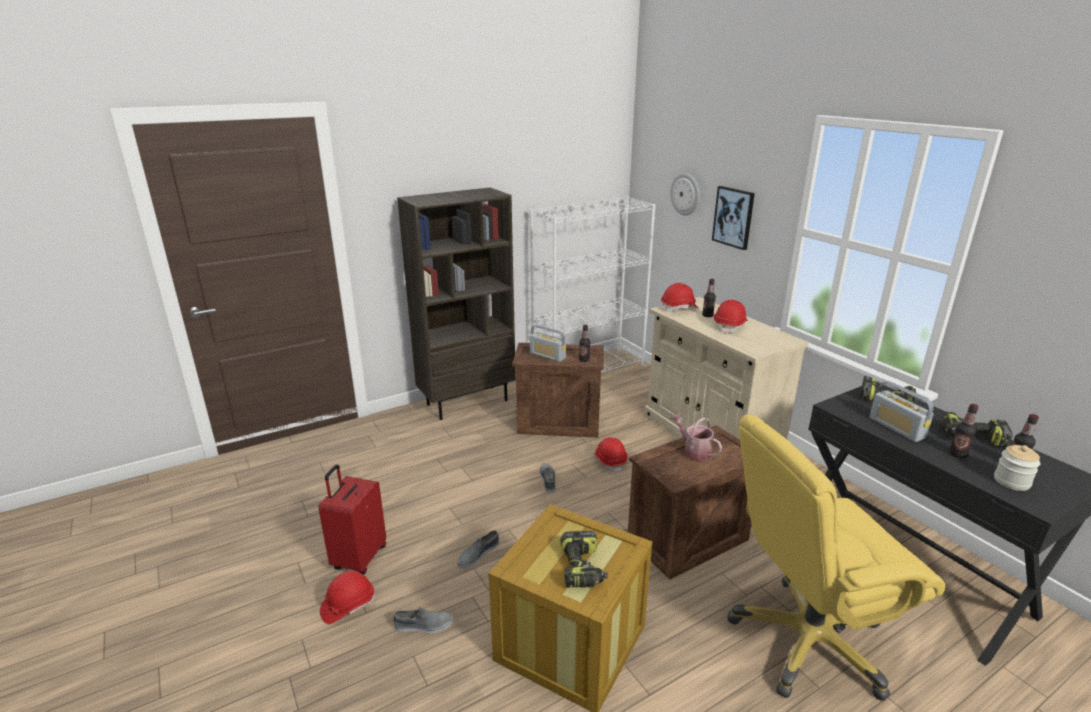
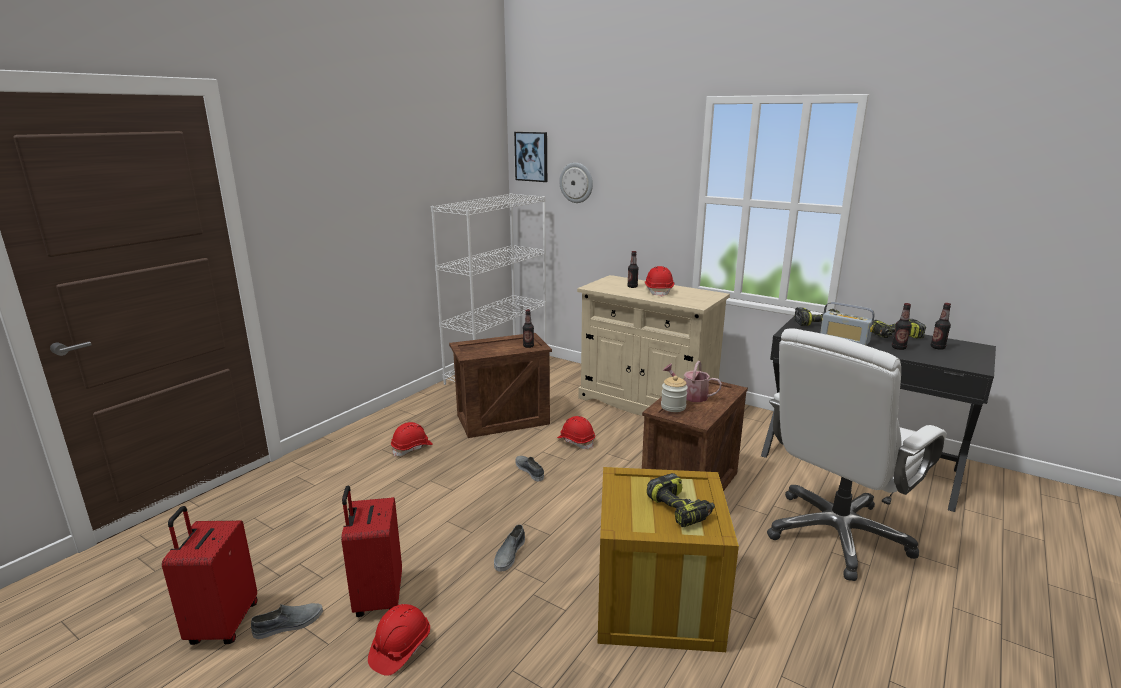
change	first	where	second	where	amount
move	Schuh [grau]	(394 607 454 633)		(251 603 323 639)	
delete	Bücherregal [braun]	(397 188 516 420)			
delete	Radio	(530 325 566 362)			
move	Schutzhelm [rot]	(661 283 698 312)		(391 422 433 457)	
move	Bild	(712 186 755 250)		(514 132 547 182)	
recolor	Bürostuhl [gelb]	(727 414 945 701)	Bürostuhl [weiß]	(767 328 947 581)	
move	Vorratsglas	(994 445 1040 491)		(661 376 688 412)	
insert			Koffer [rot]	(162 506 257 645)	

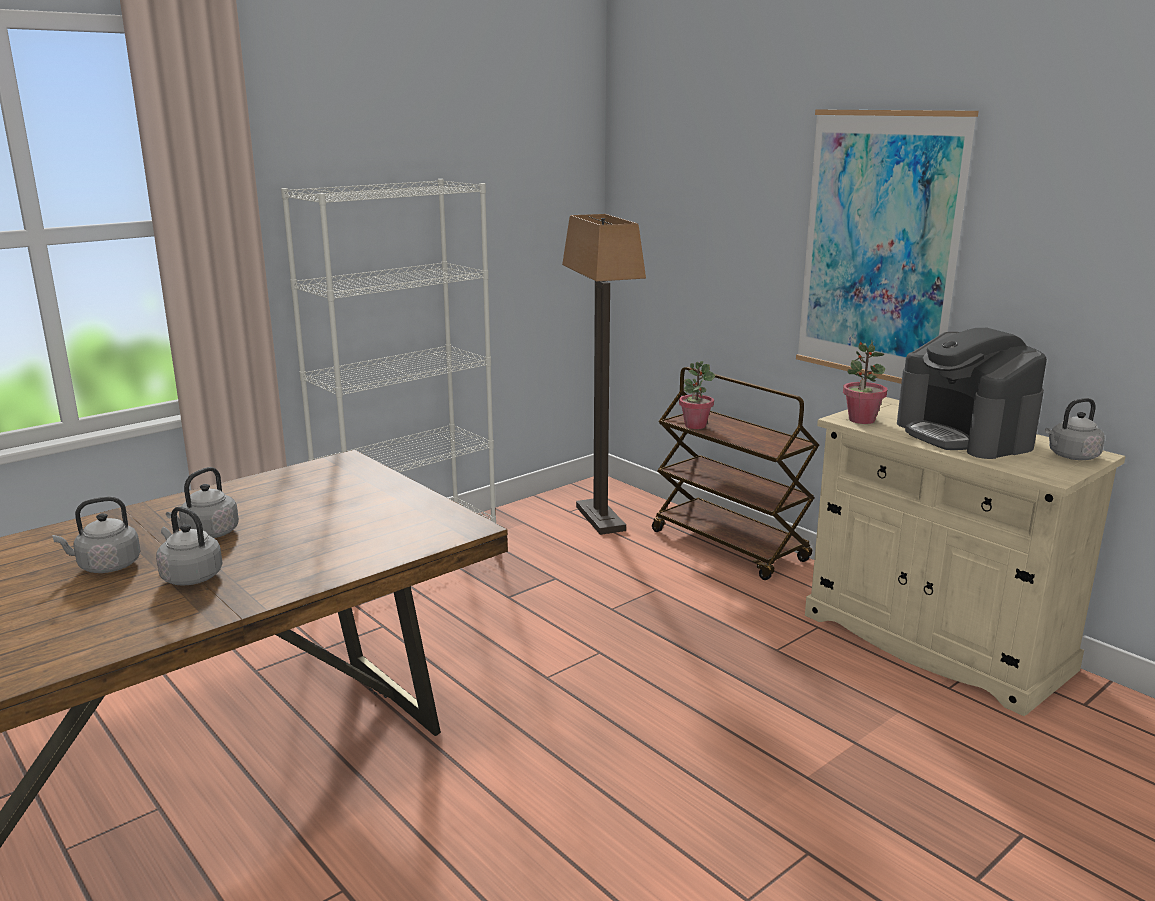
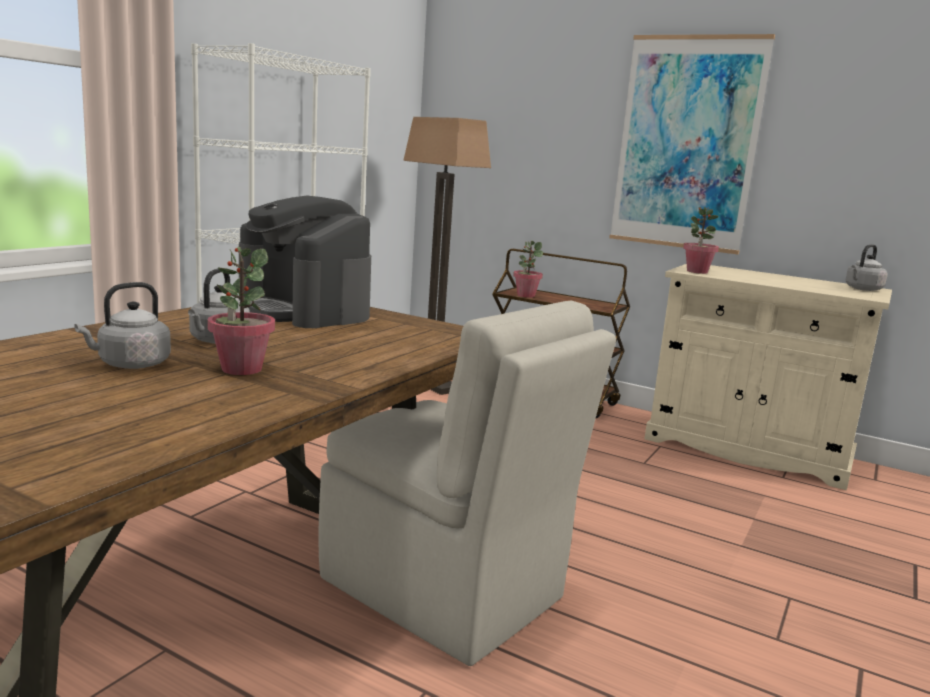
change	first	where	second	where	amount
replace	Wasserkessel [grau]	(156 506 223 586)	Topfpflanze	(207 247 275 375)	
move	Kaffeemaschine	(897 328 1047 459)		(239 196 371 328)	
insert			Stuhl [beige]	(318 300 616 666)	

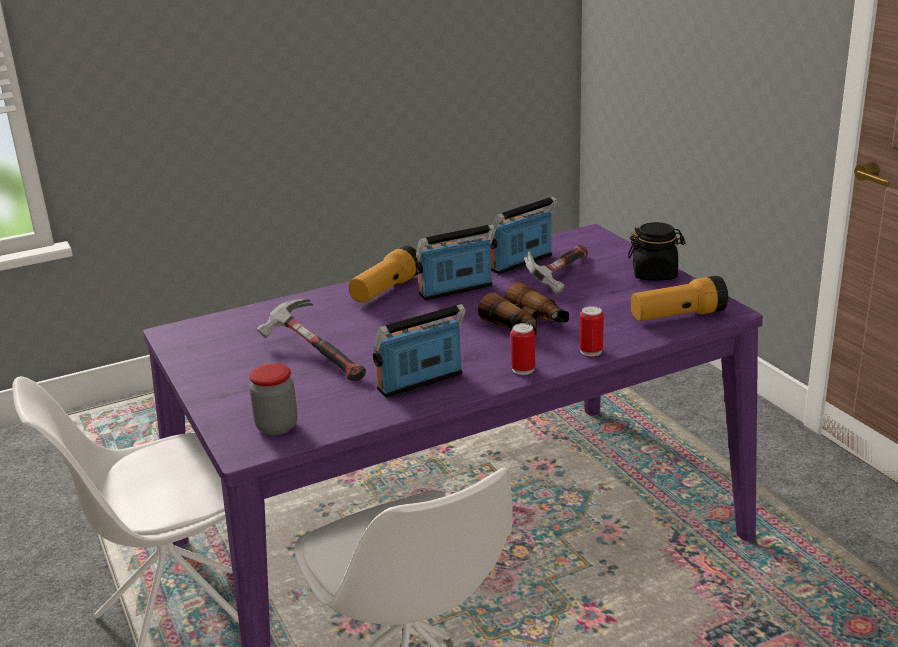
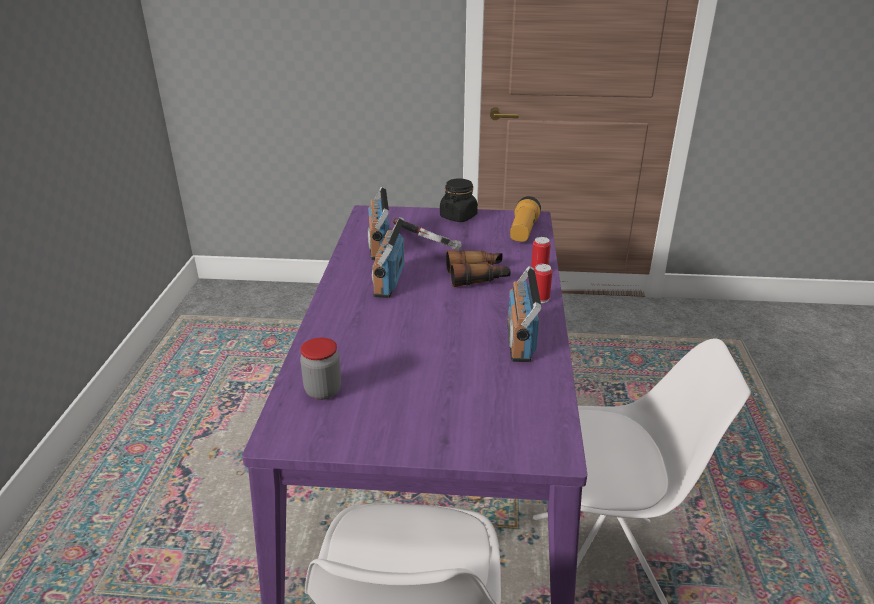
change	first	where	second	where	amount
move	Vorratsglas	(249 363 298 435)		(300 338 341 400)	
delete	Hammer	(257 299 366 381)			
delete	Taschenlampe	(349 245 418 302)			

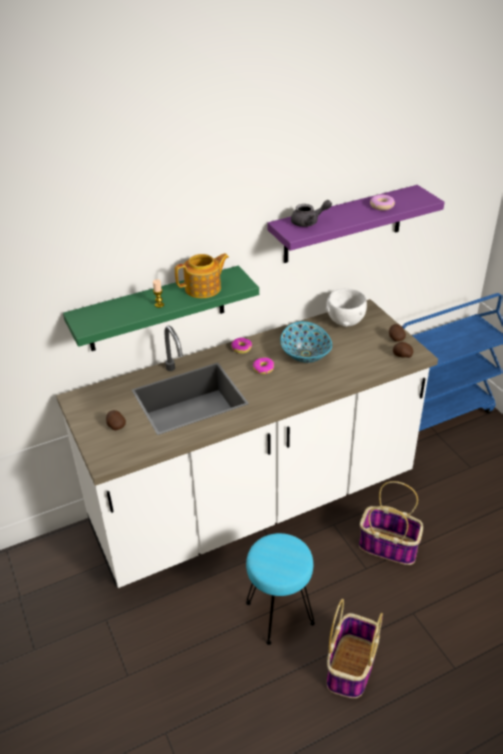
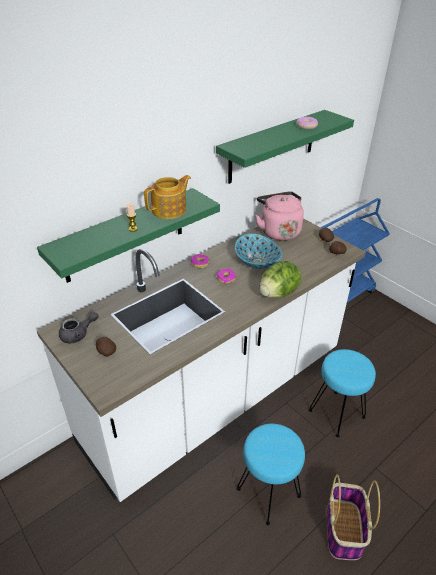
change	first	where	second	where	amount
recolor	Wandregal [lila]	(267 185 445 263)	Wandregal [grün]	(216 110 354 184)	
move	Teekanne [grau]	(291 200 332 227)		(59 312 98 343)	
replace	Schüssel [weiß]	(326 289 367 327)	Wasserkessel [rosa]	(255 191 304 241)	
replace	Korb	(359 481 423 565)	Hocker [türkis]	(309 349 376 437)	
insert			Salatkopf	(259 261 302 298)	

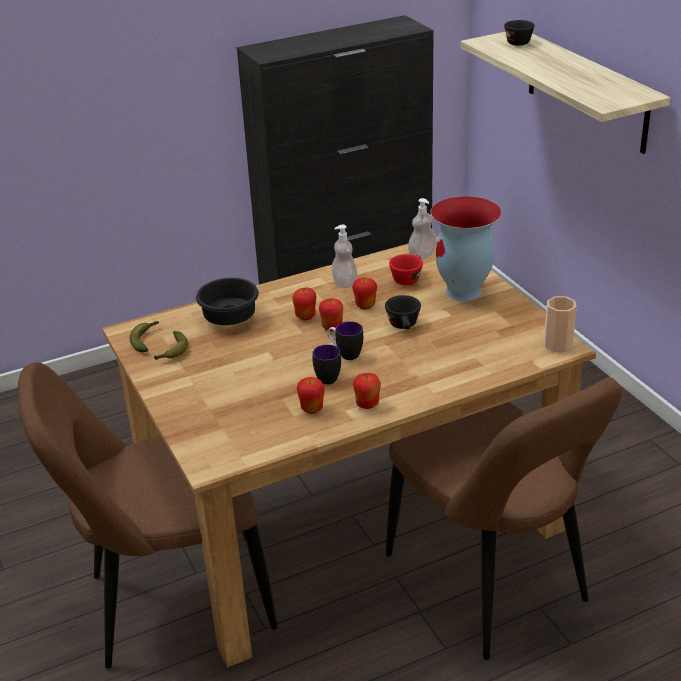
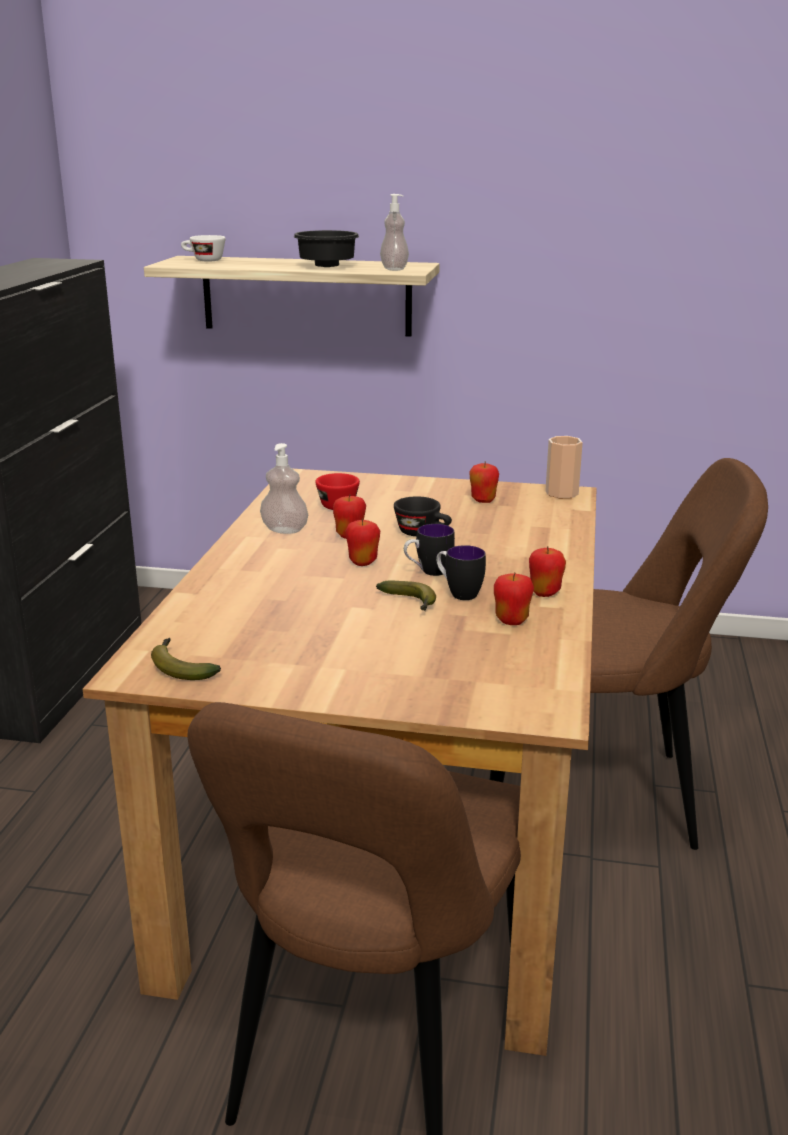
change	first	where	second	where	amount
move	Banane	(154 331 188 360)		(376 580 436 611)	
move	Schüssel [schwarz]	(196 278 259 325)		(294 230 359 267)	
move	Apfel	(292 288 316 320)		(469 462 499 503)	
move	Seifenspender	(408 198 437 260)		(380 194 409 271)	
delete	Vase	(431 196 502 301)			
recolor	Tasse [schwarz]	(504 20 534 46)	Tasse [weiß]	(181 235 226 262)	

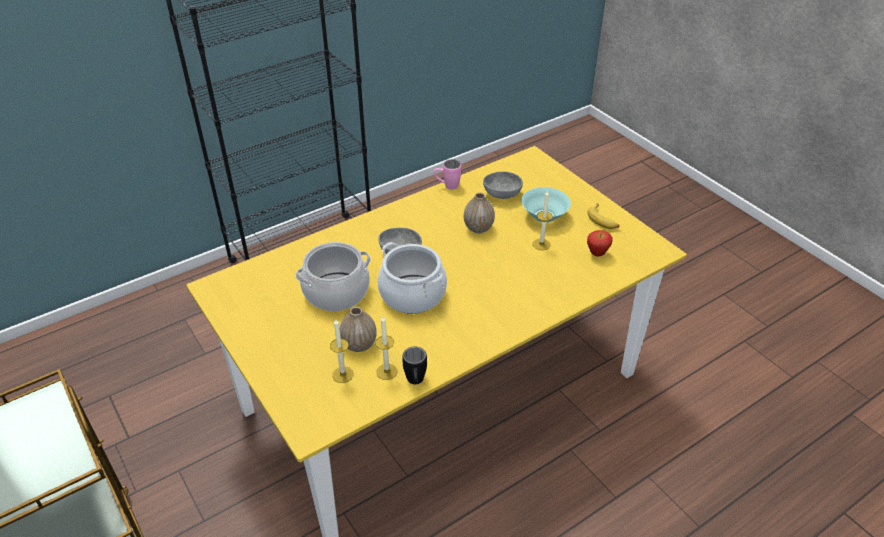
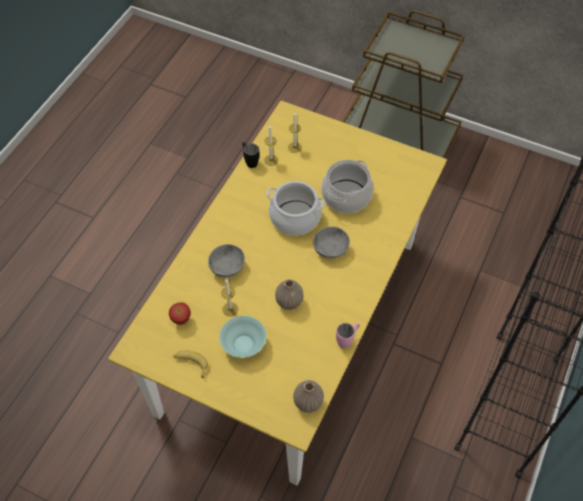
change	first	where	second	where	amount
move	Vase	(340 307 377 352)		(293 380 324 413)	
move	Schüssel [grau]	(483 171 523 199)		(208 244 245 277)	

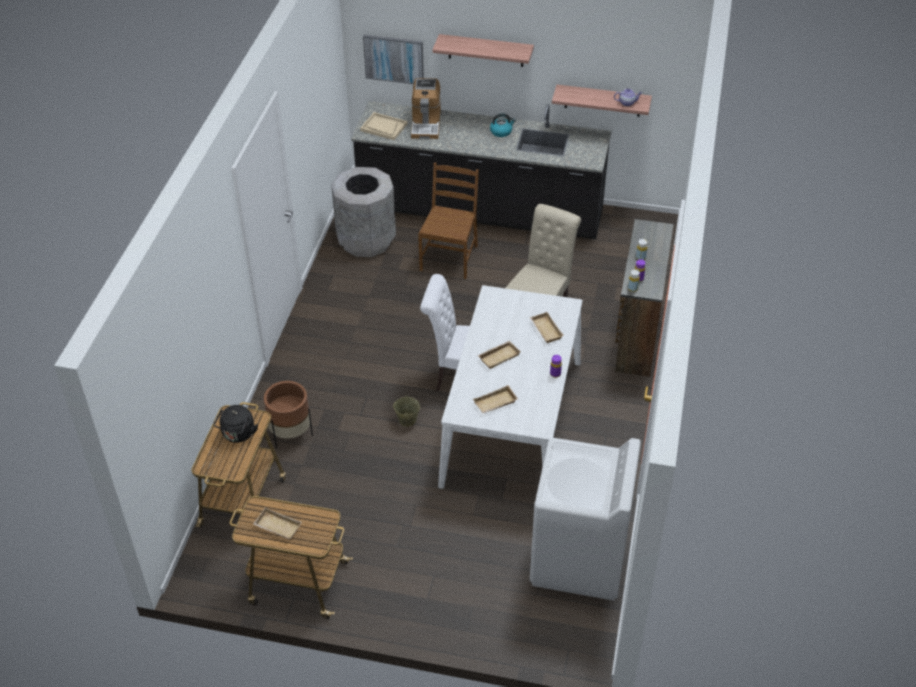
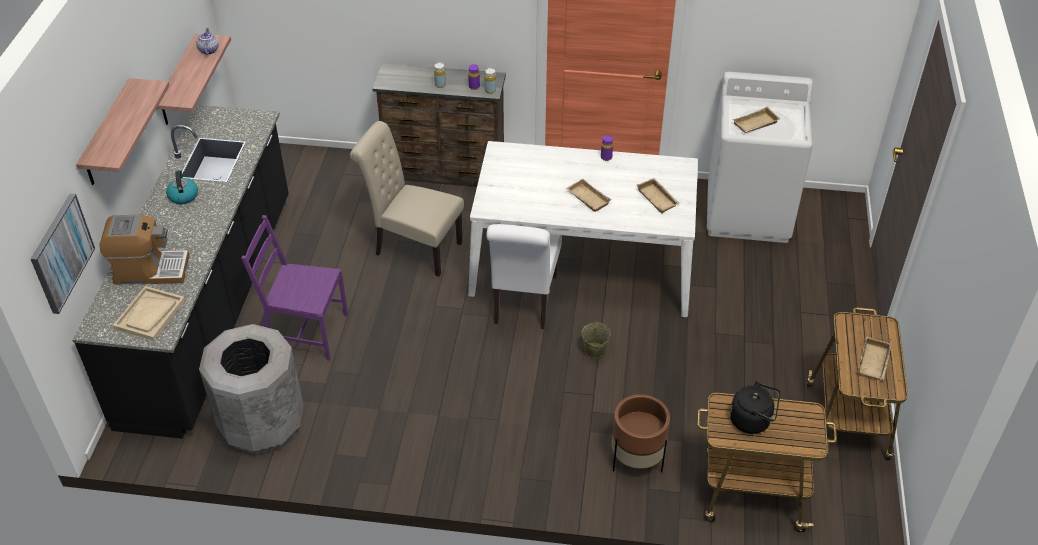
change	first	where	second	where	amount
recolor	Stuhl [braun]	(418 162 479 279)	Stuhl [lila]	(241 215 348 361)	
move	Tablett [beige]	(530 312 564 343)		(733 107 780 133)	

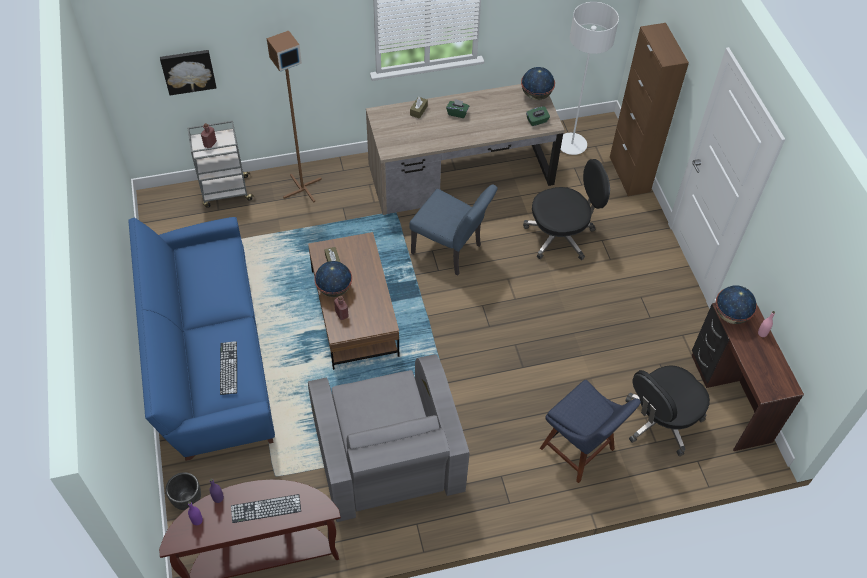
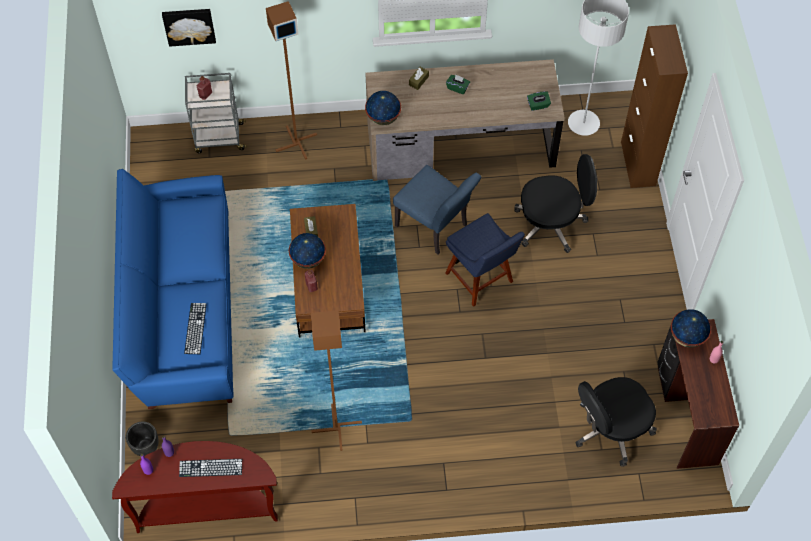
change	first	where	second	where	amount
replace	Sessel [grau]	(308 354 469 522)	Stehlampe [braun]	(311 310 362 451)	
move	Globus	(521 67 555 100)		(365 91 401 125)	
move	Stuhl [blau]	(540 380 641 483)		(445 213 525 307)	

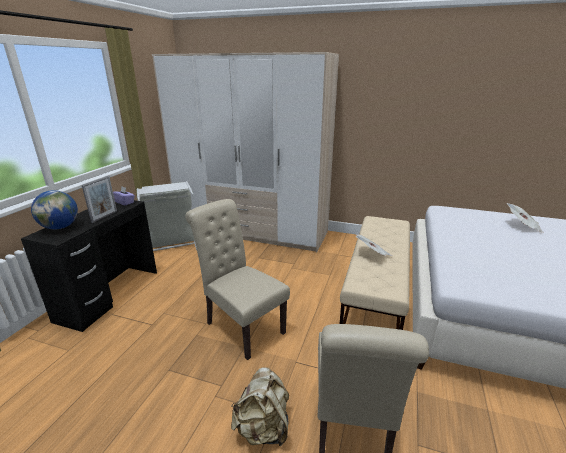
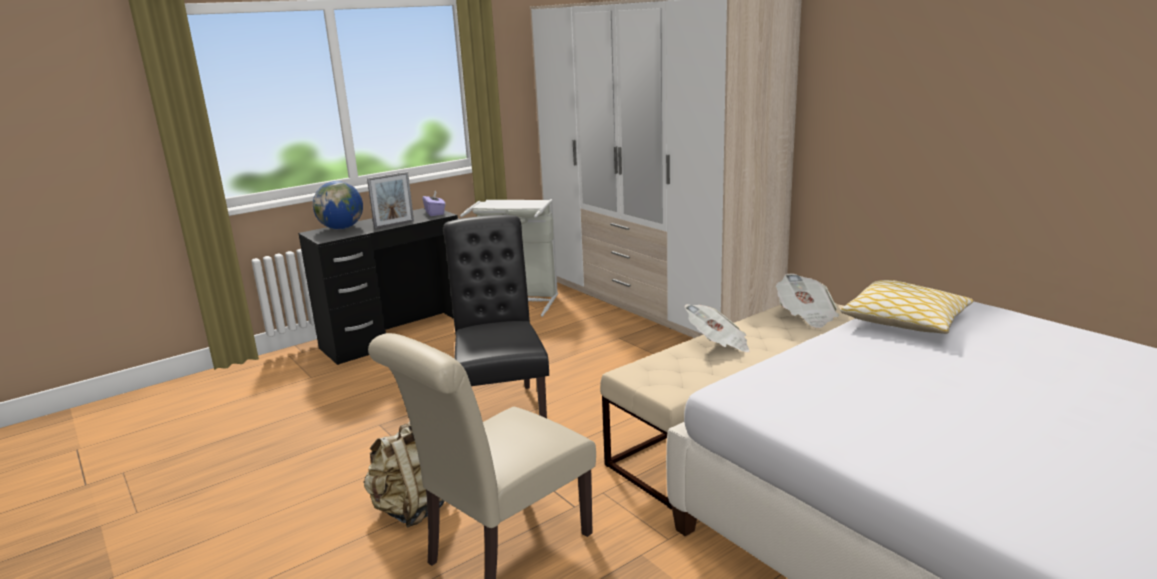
change	first	where	second	where	amount
recolor	Stuhl [beige]	(185 199 290 360)	Stuhl [schwarz]	(443 215 549 418)	
move	Zeitung	(507 203 544 233)		(776 273 839 328)	
insert			Kissen	(840 280 973 334)	

